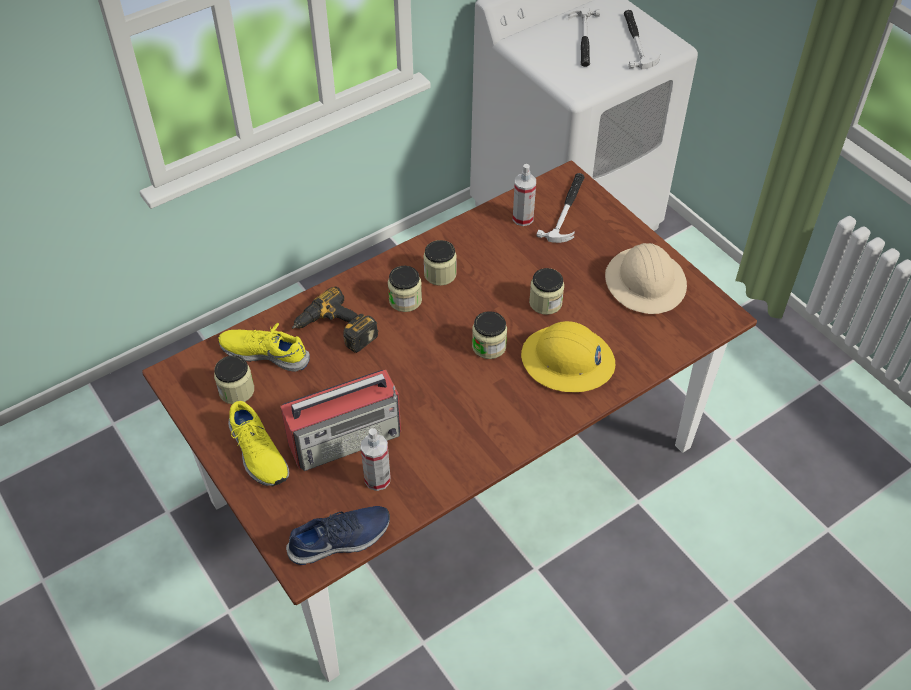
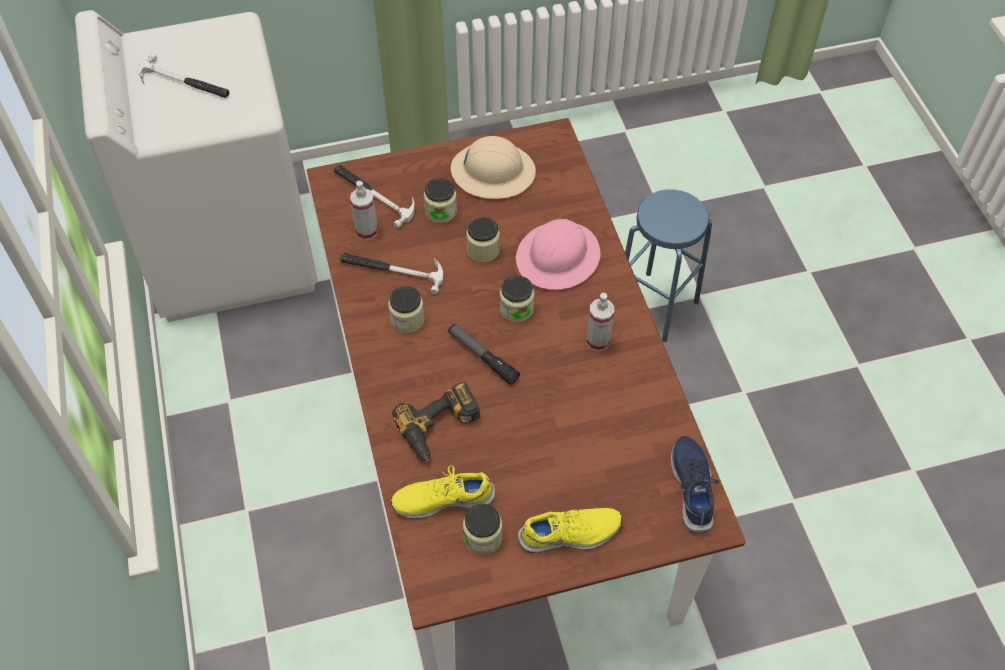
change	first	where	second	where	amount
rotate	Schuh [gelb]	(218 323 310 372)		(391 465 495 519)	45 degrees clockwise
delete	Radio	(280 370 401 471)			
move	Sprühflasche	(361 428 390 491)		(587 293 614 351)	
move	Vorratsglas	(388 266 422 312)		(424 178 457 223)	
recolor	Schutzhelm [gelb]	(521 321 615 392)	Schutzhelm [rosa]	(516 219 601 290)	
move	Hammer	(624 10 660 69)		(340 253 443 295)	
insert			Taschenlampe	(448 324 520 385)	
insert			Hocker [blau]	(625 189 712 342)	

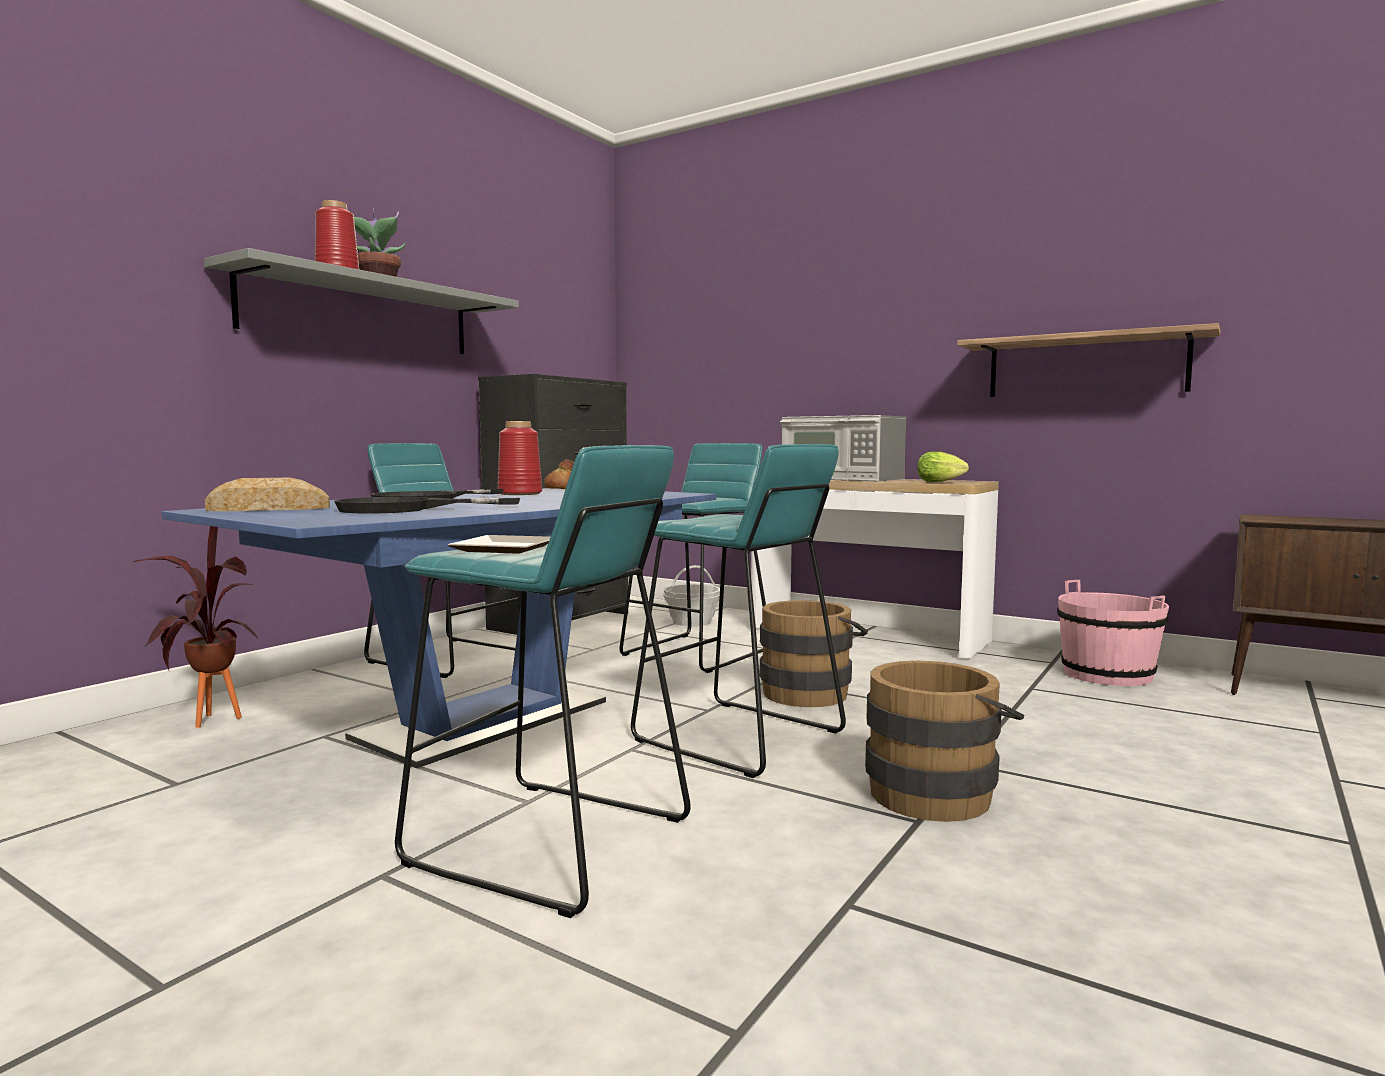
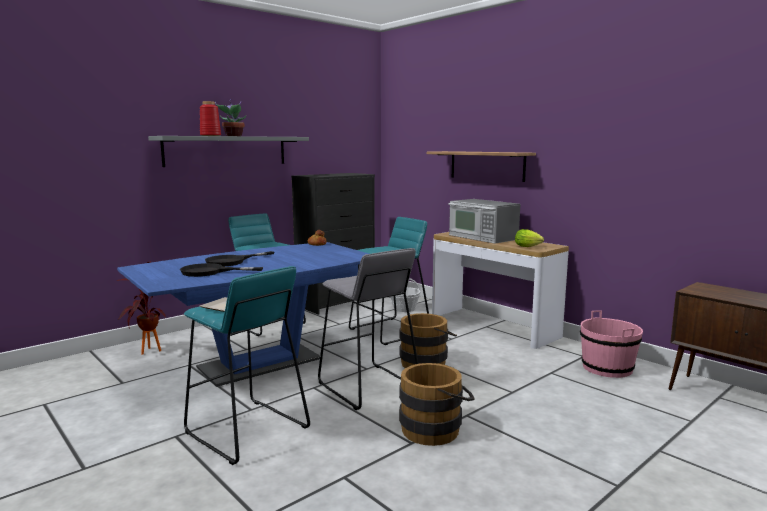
change	first	where	second	where	amount
delete	Brot	(205 478 330 511)			
delete	Vase [rot]	(497 421 542 495)			
recolor	Hocker [türkis]	(631 444 846 778)	Hocker [grau]	(318 248 418 410)	
move	Wandregal	(957 323 1220 397)		(427 151 536 182)	

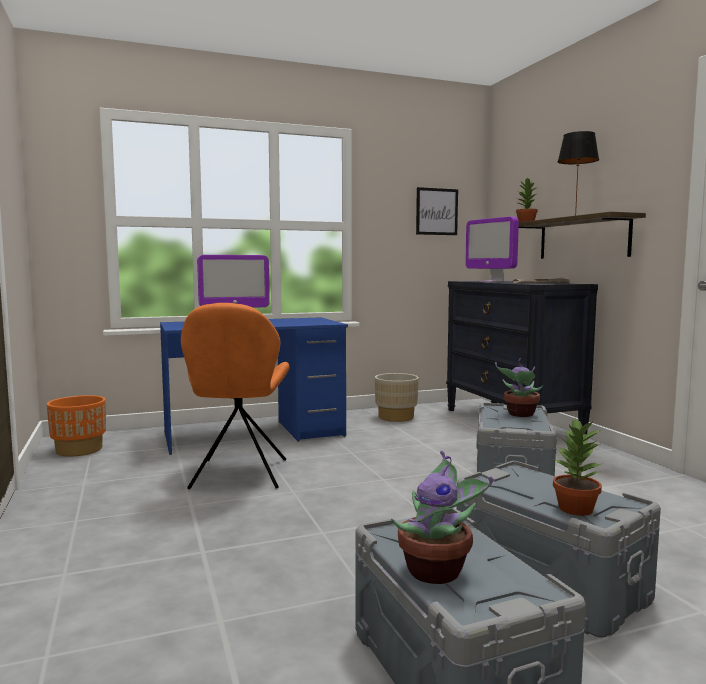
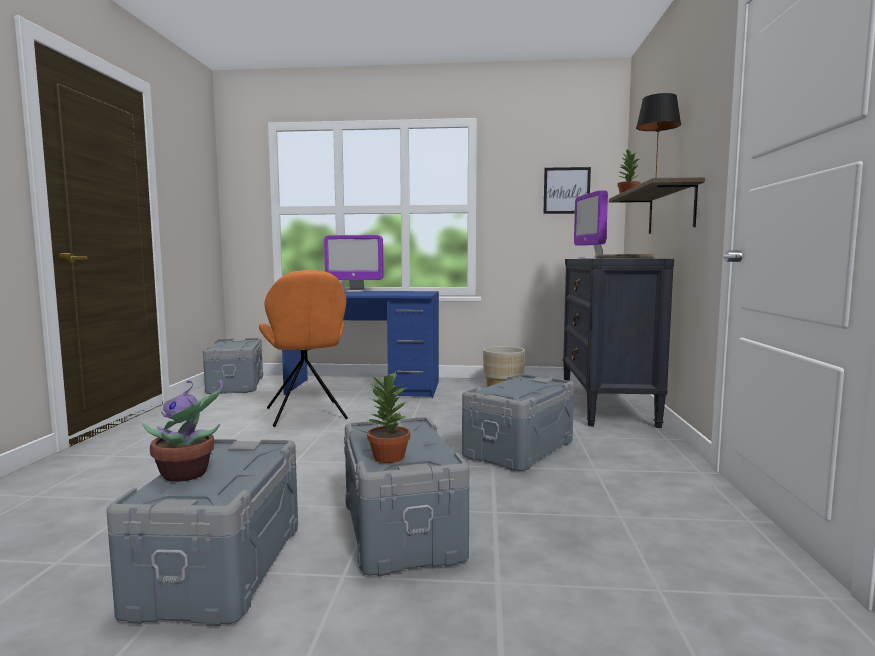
change	first	where	second	where	amount
replace	Pflanzkübel [orange]	(47 395 106 457)	Aufbewahrungsbox [grau]	(203 338 263 394)	
rotate	Stuhl [orange]	(181 303 289 489)		(259 270 348 427)	45 degrees counterclockwise
delete	Topfpflanze	(495 359 543 417)			

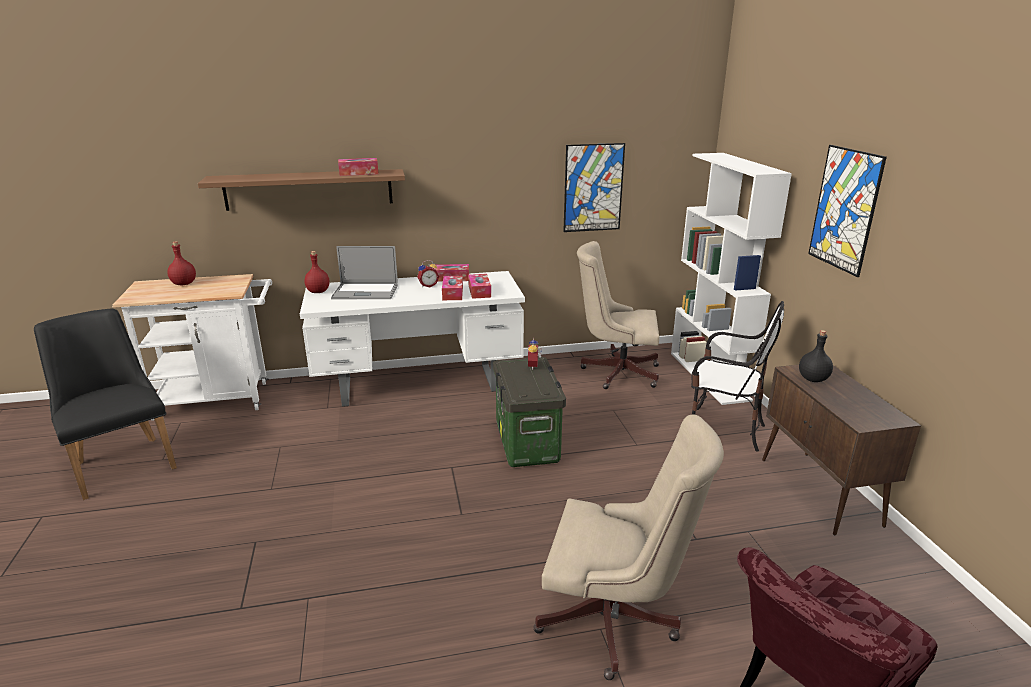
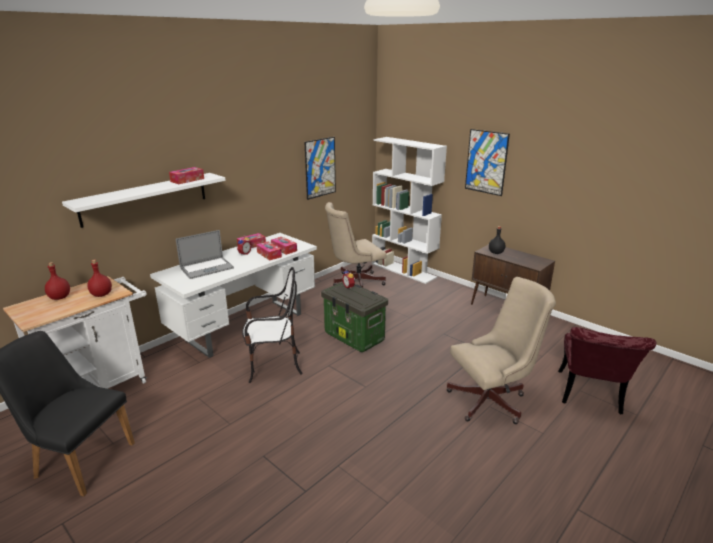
change	first	where	second	where	amount
recolor	Wandregal [braun]	(198 169 405 211)	Wandregal [weiß]	(62 173 226 228)	
move	Flasche [rot]	(304 251 330 293)		(87 260 112 297)	
move	Stuhl	(691 301 784 452)		(242 267 303 383)	

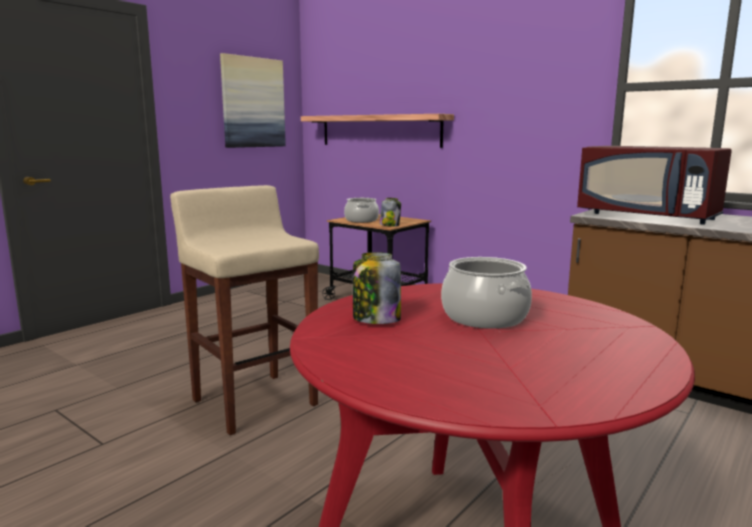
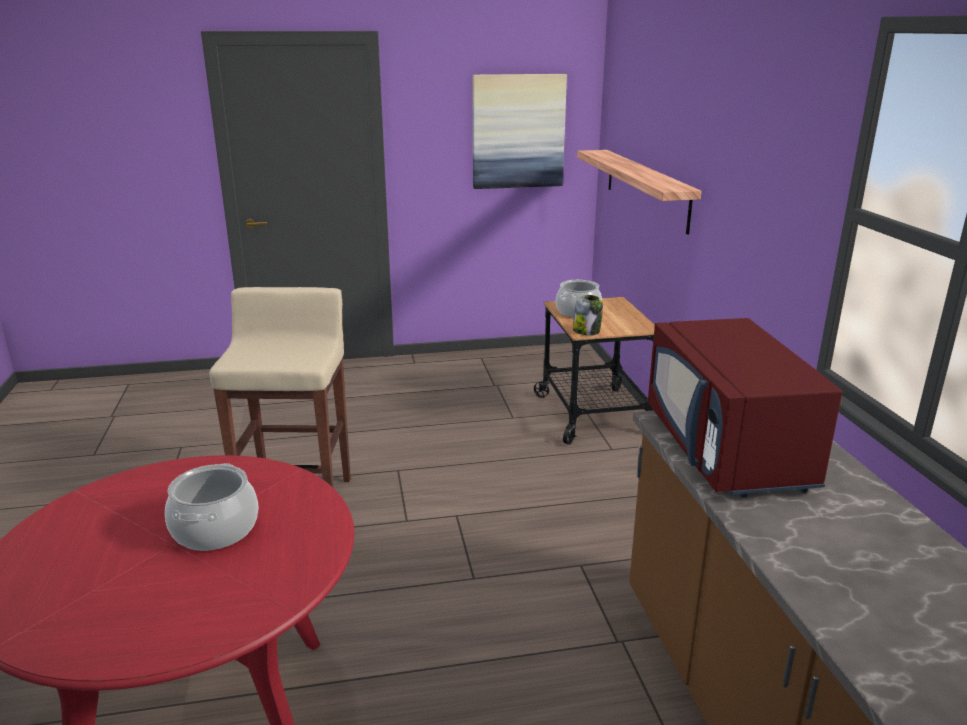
change	first	where	second	where	amount
delete	Vorratsglas	(353 252 401 324)			

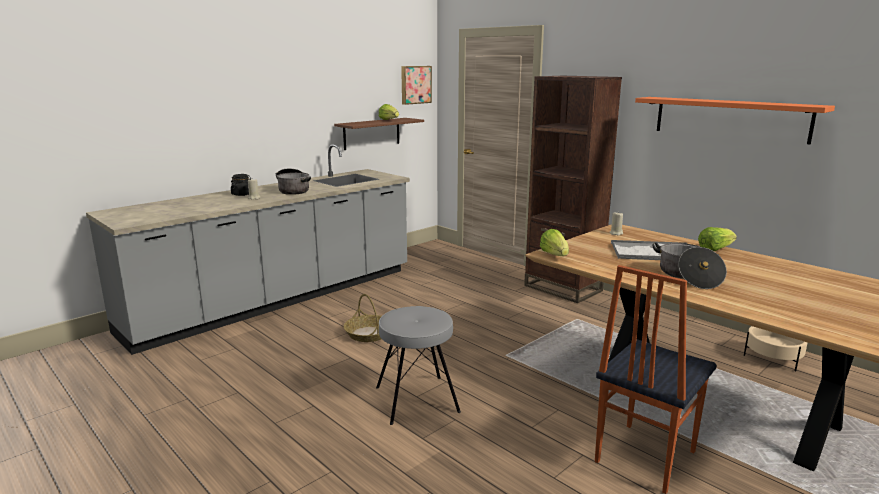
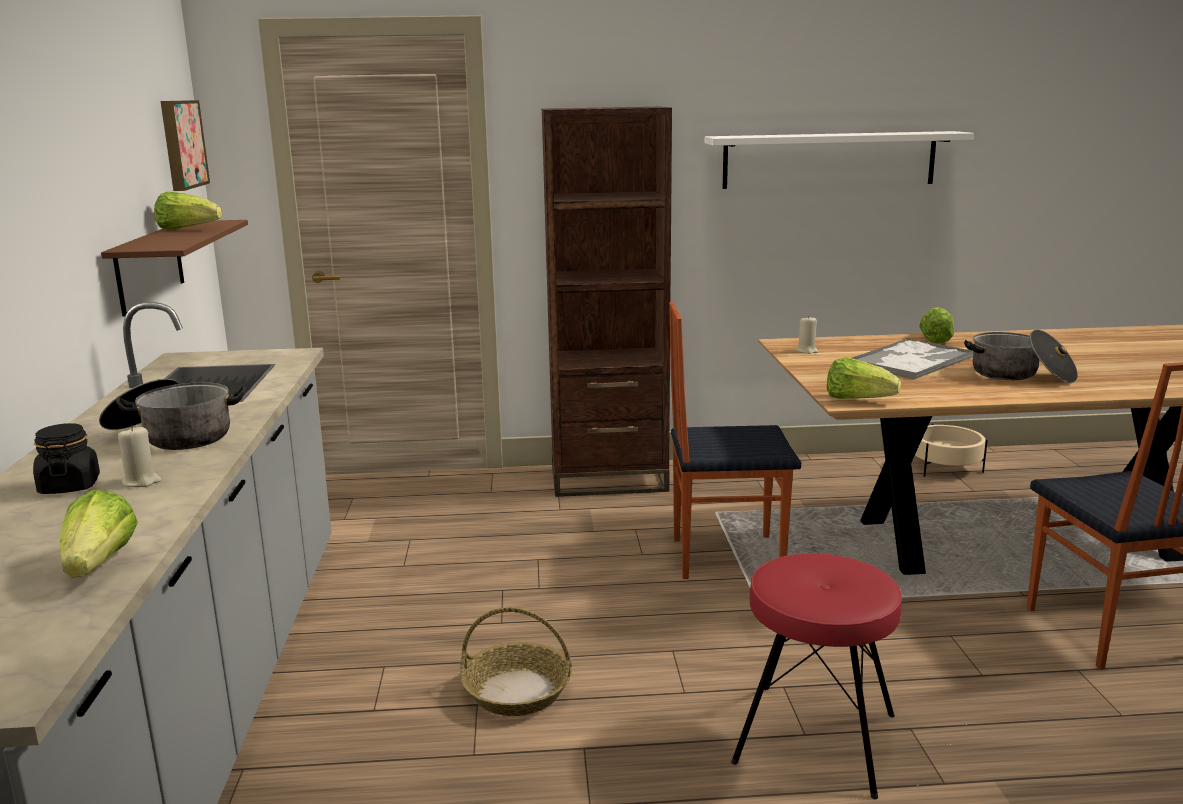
change	first	where	second	where	amount
recolor	Hocker [grau]	(376 306 461 425)	Hocker [rot]	(731 553 902 799)	
recolor	Wandregal [orange]	(635 97 835 145)	Wandregal [weiß]	(705 131 974 189)	
insert			Salatkopf	(60 490 138 578)	
insert			Stuhl	(669 302 801 579)	

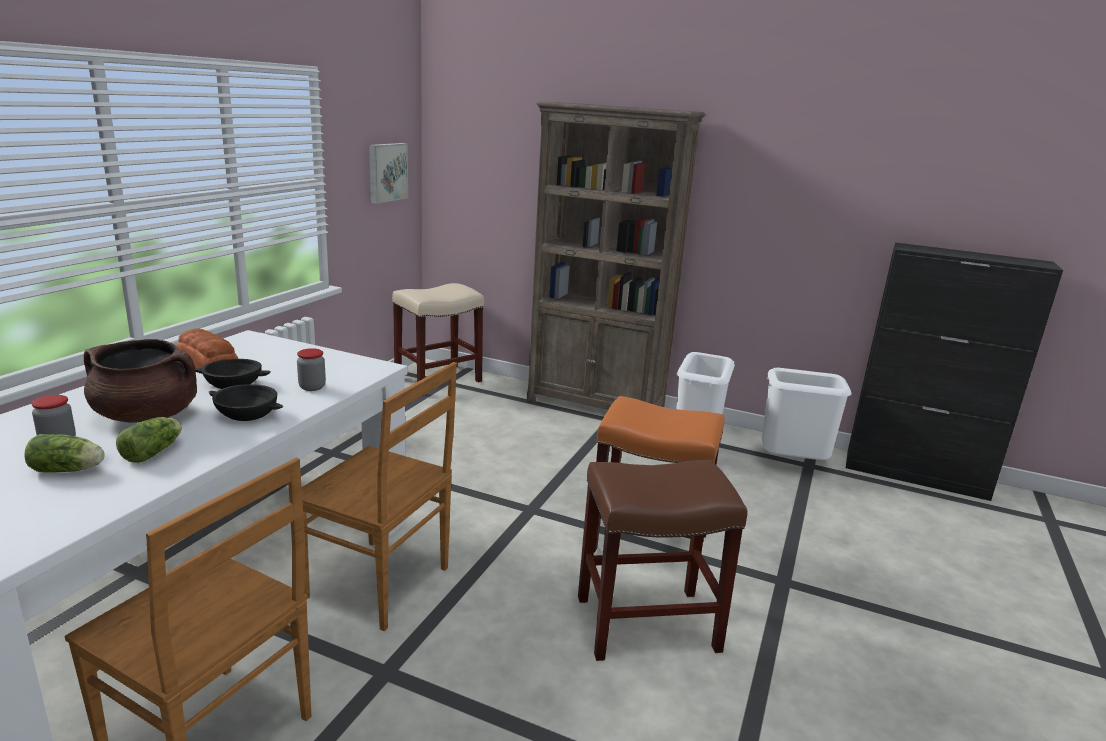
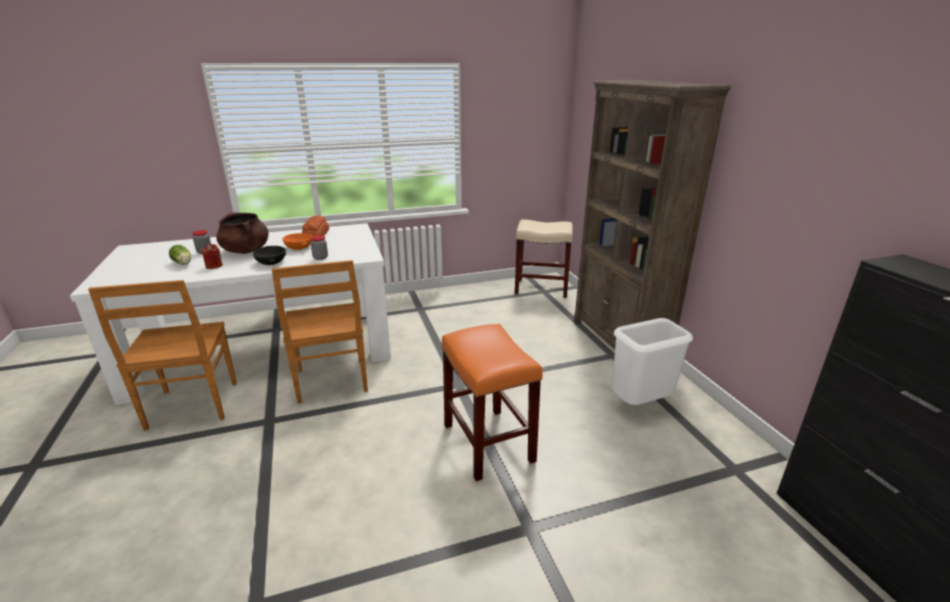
change	first	where	second	where	amount
replace	Salatkopf	(116 417 182 463)	Kerze [rot]	(201 244 223 269)	
recolor	Schüssel [schwarz]	(195 359 271 389)	Schüssel [orange]	(282 233 312 250)	
delete	Bild	(369 143 408 204)			
delete	Hocker [braun]	(578 460 747 661)			
delete	Mülleimer [weiß]	(762 368 851 460)			

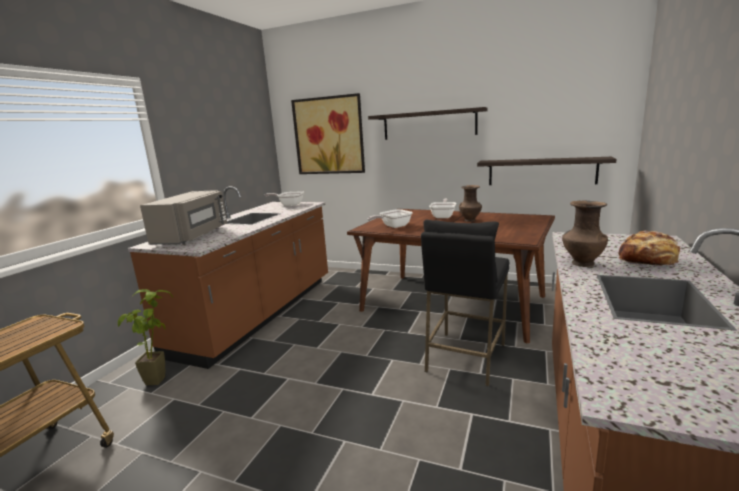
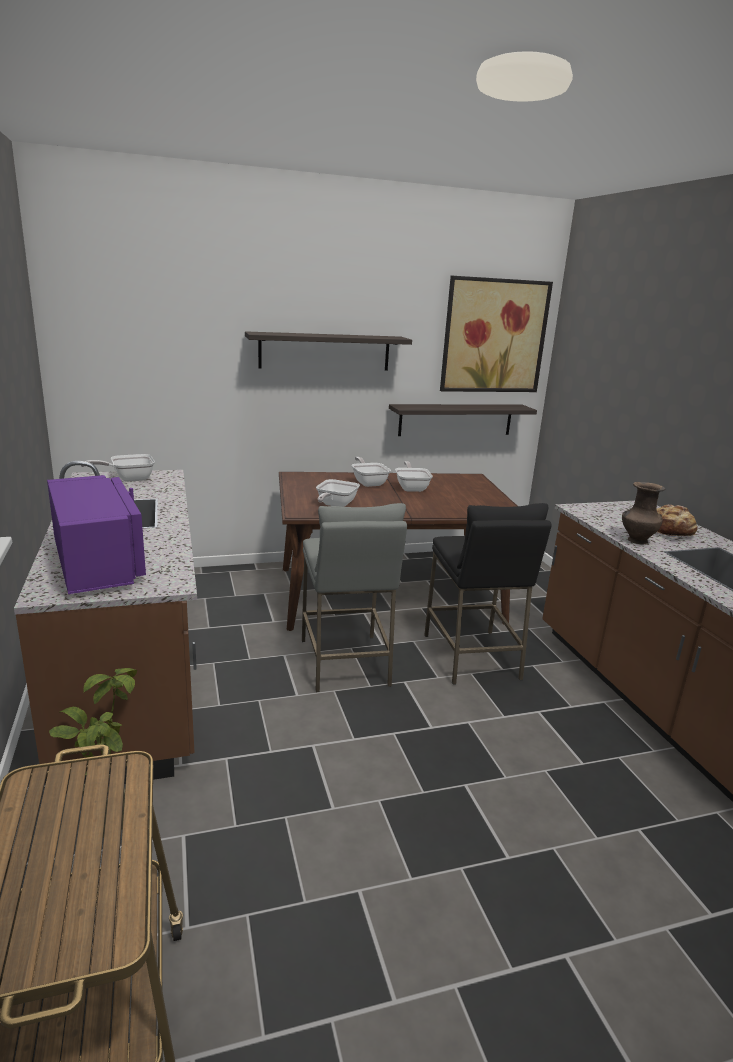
change	first	where	second	where	amount
recolor	Mikrowelle [grau]	(140 190 227 245)	Mikrowelle [lila]	(47 475 146 594)	
move	Bild	(291 93 365 174)		(440 276 553 392)	
replace	Vase [braun]	(459 185 482 222)	Pfanne	(395 461 433 492)	
insert			Hocker [grau]	(302 503 407 692)	

